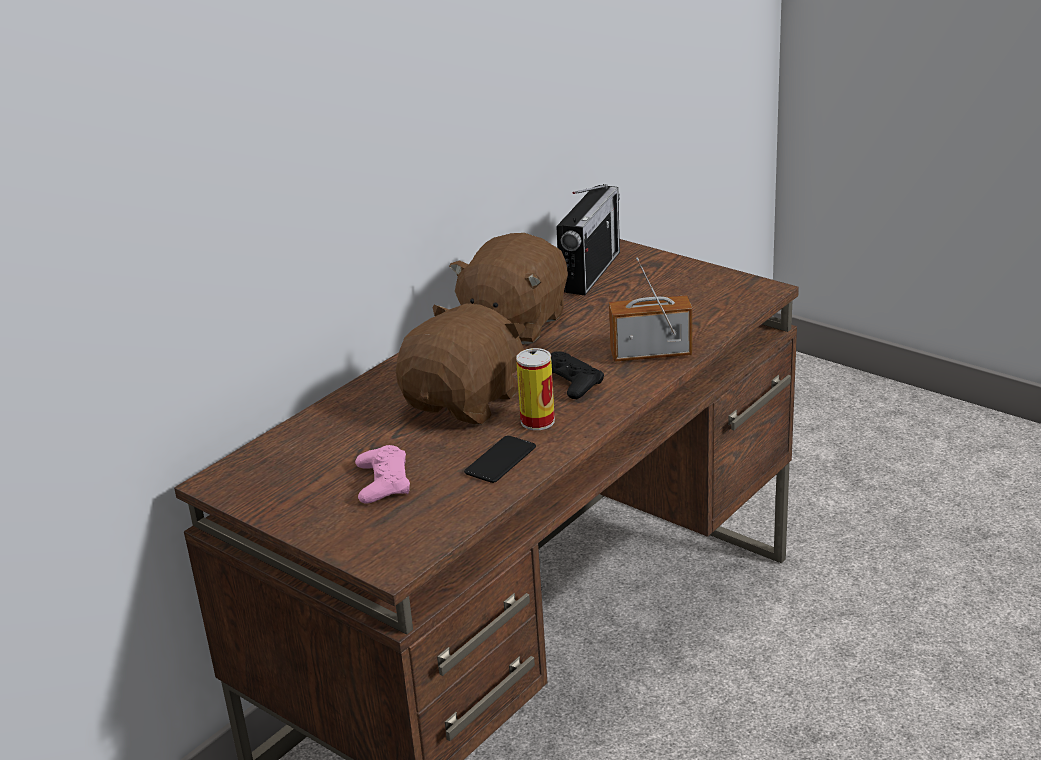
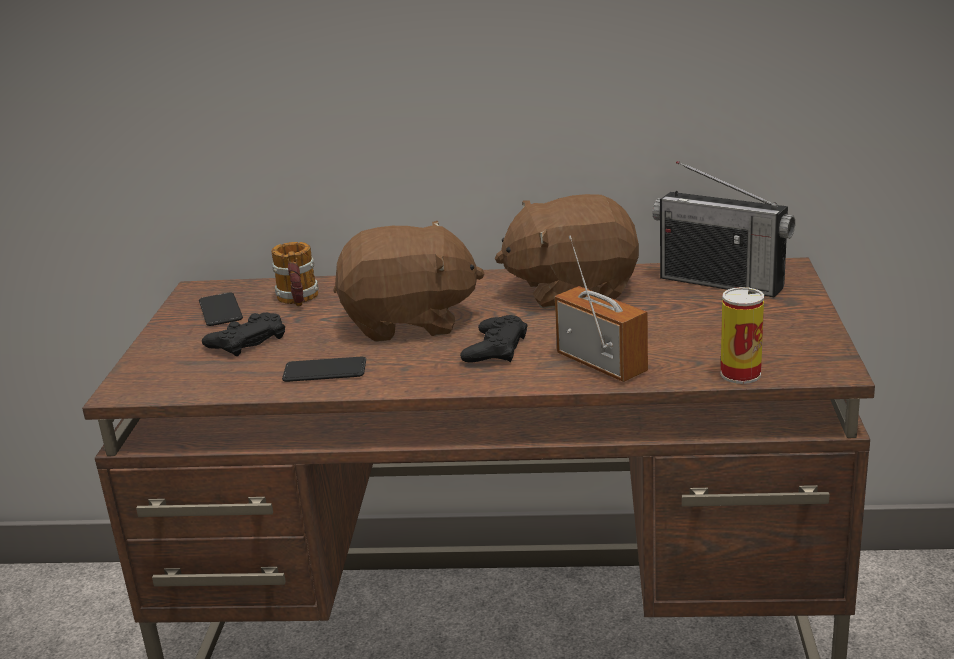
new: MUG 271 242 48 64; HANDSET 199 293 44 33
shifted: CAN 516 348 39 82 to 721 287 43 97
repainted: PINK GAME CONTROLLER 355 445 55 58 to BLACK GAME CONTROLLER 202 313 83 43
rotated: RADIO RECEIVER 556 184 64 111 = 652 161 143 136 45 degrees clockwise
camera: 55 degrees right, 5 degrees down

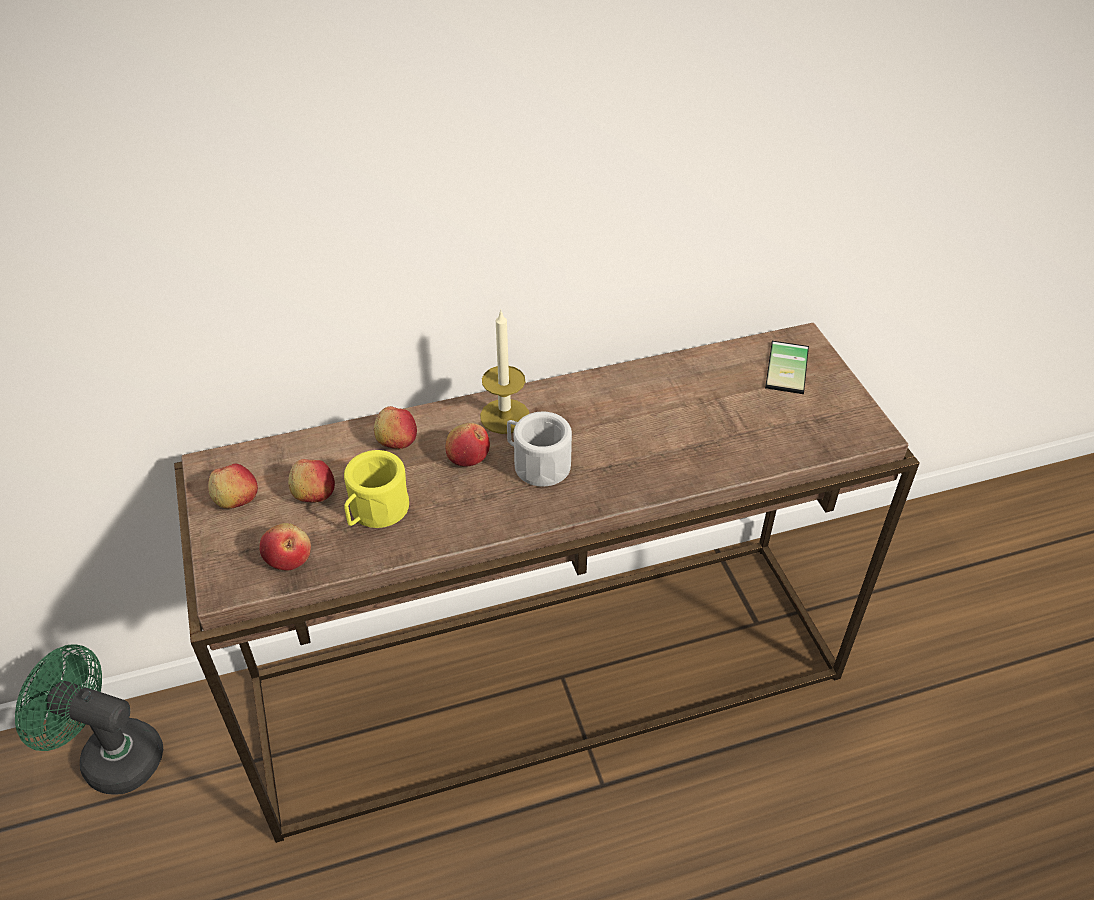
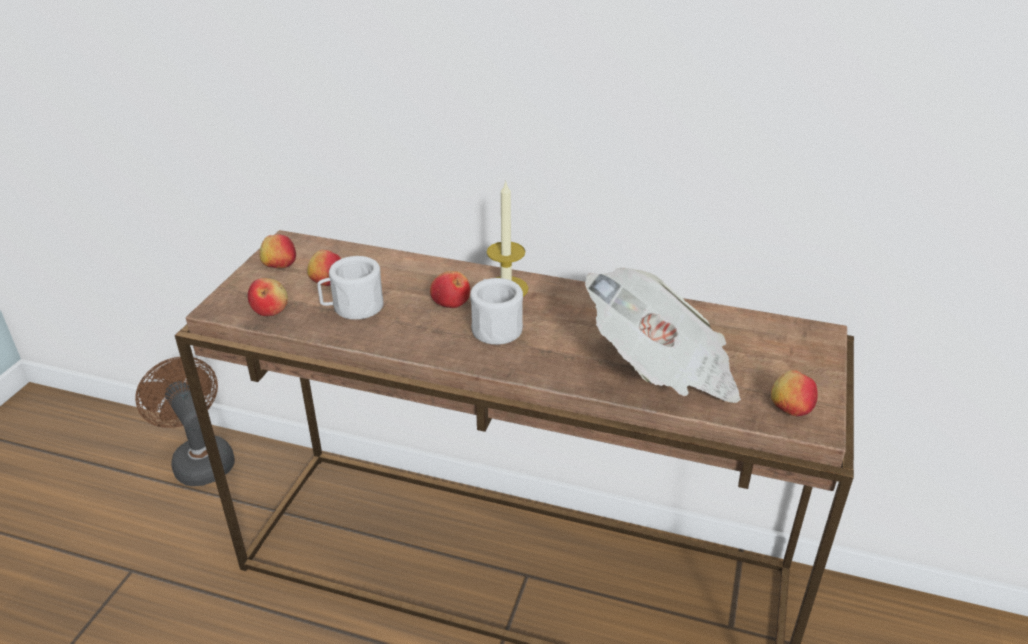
gone: HANDSET 765 341 50 53
new: DAILY PAPER 585 268 156 135
shifted: WHOLE APPLE 374 406 43 43 to 771 370 47 46
repainted: YELLOW-COLOURED MUG 344 450 65 78 to WHITISH MUG 317 256 66 64; GREEN-COLOURED ELECTRIC FAN 15 644 148 151 to BROWN ELECTRIC FAN 135 357 100 129
camera: 35 degrees right, 10 degrees down

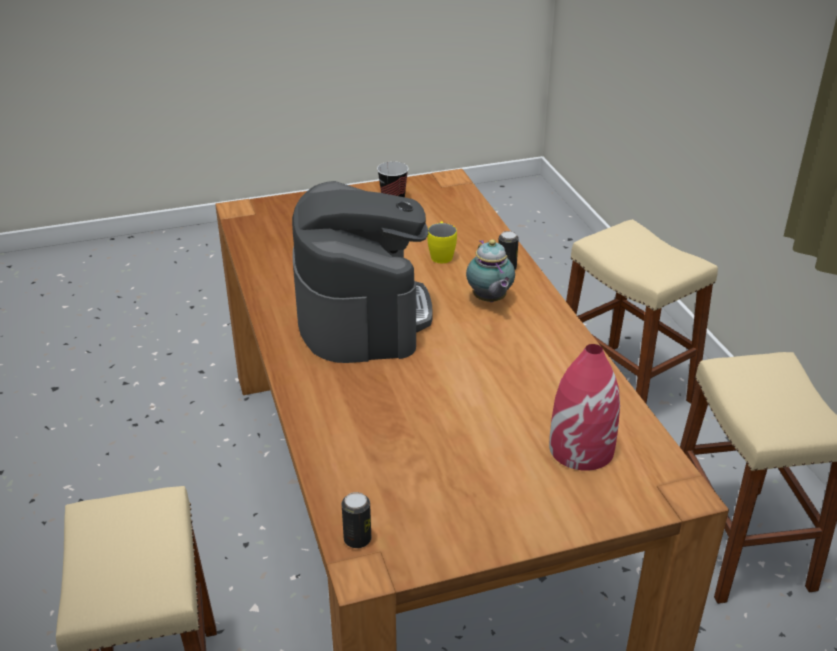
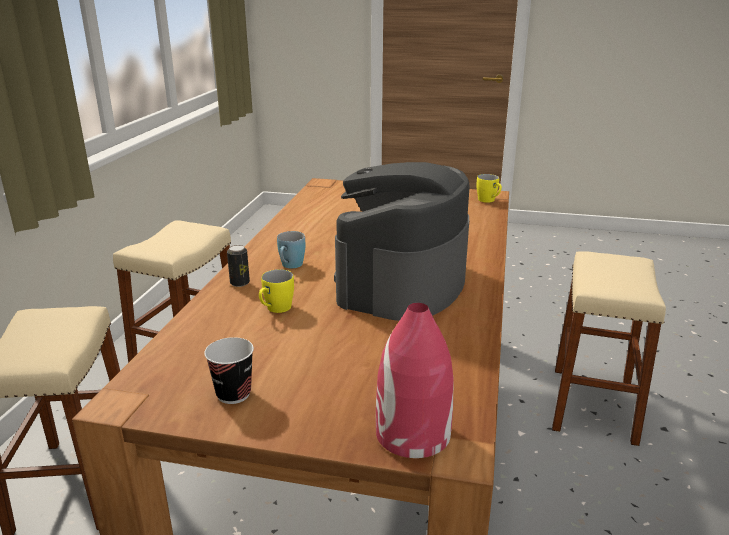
shifted: REDDISH FLOWER VASE 549 344 71 127 to 376 303 78 155
swapped: POT FOR TEA 466 239 49 63 to BLUE MUG 277 231 28 37; CAN 342 492 29 56 to YELLOW-COLOURED MUG 477 174 25 29
camera: 150 degrees left, 10 degrees down

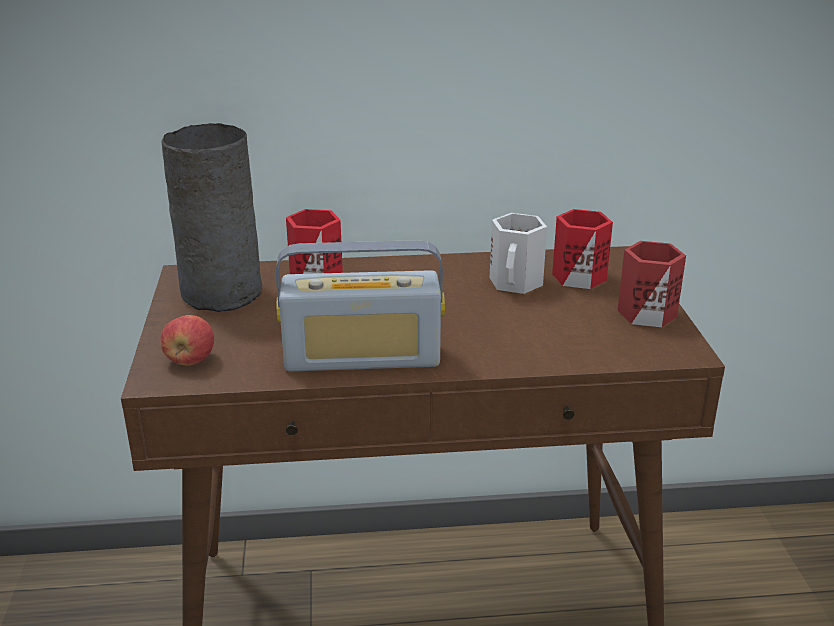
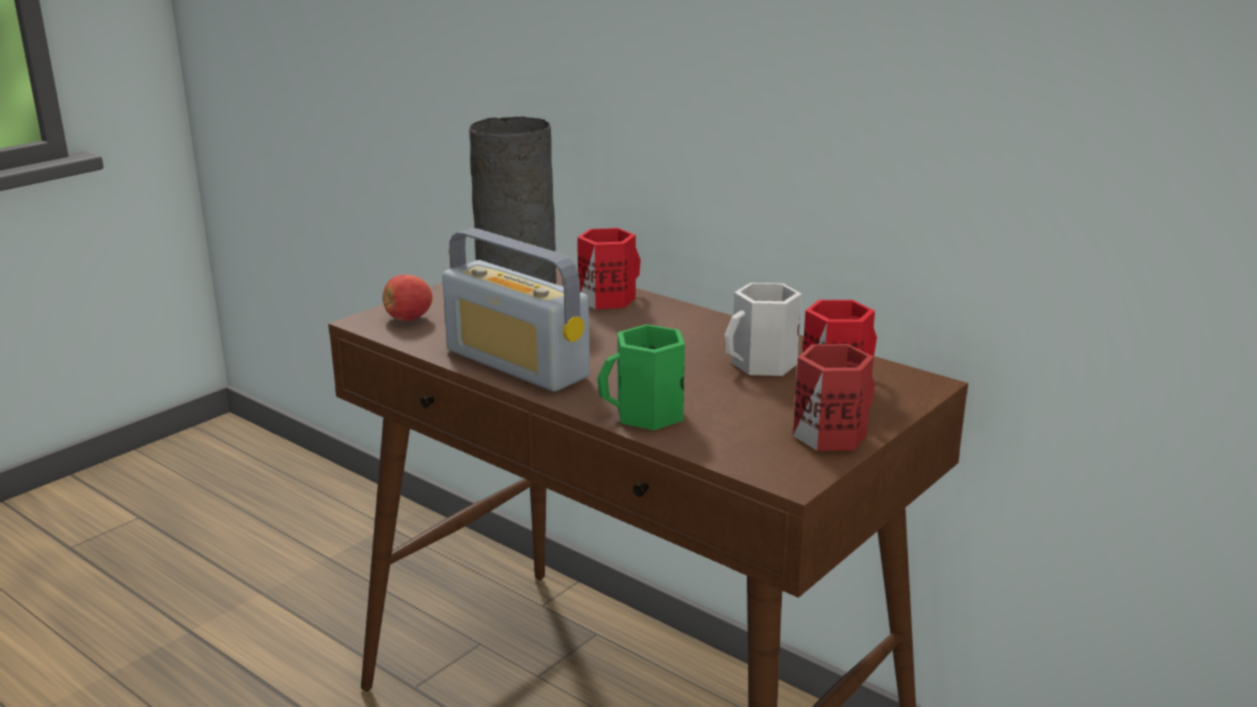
new: GREEN-COLOURED MUG 597 324 88 106
camera: 45 degrees right, 5 degrees down

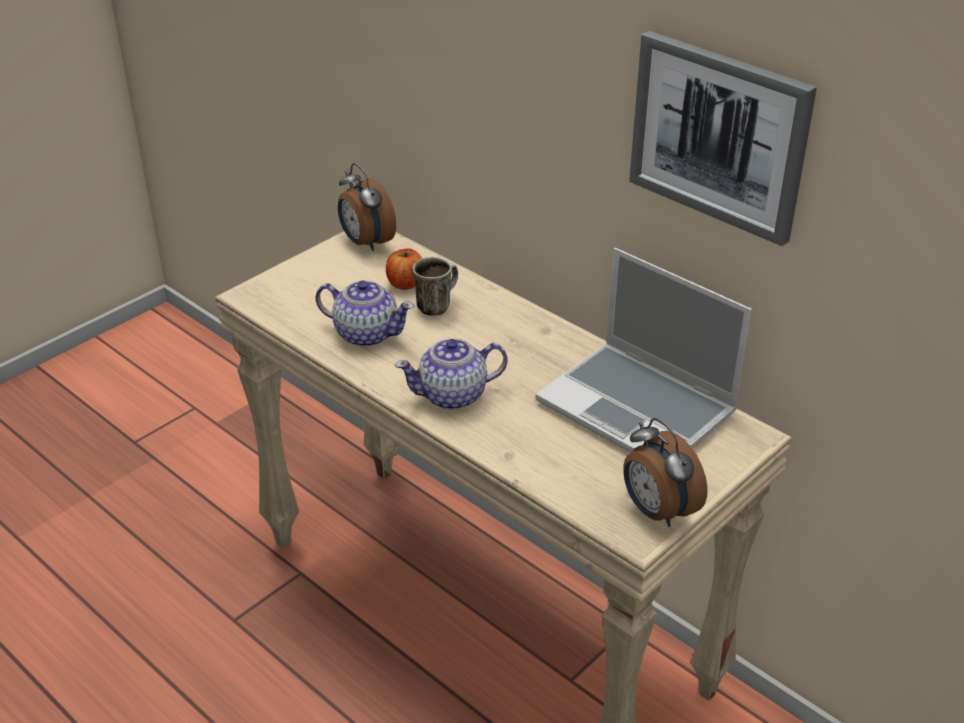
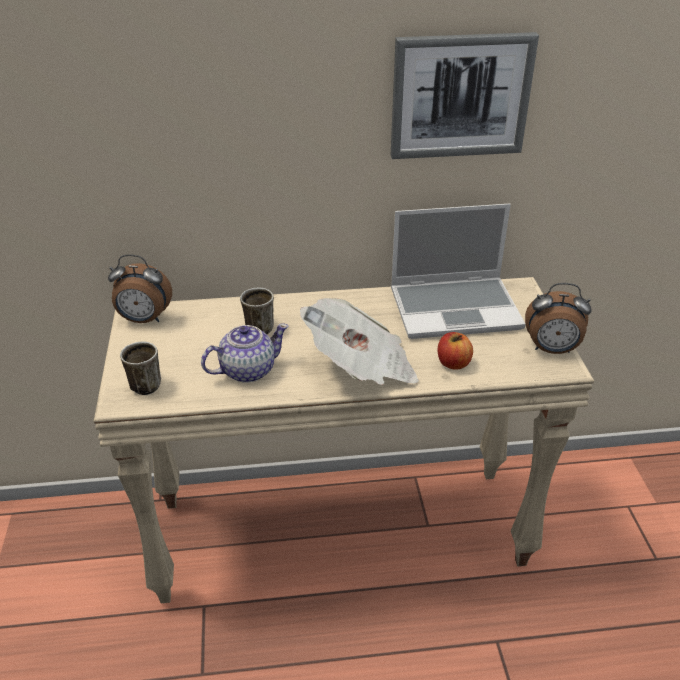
new: MUG 120 341 41 54
shifted: WHOLE APPLE 386 249 36 41 to 437 332 36 38
swapped: POT FOR TEA 395 338 113 72 to DAILY PAPER 300 298 119 87
camera: 50 degrees left, 0 degrees up

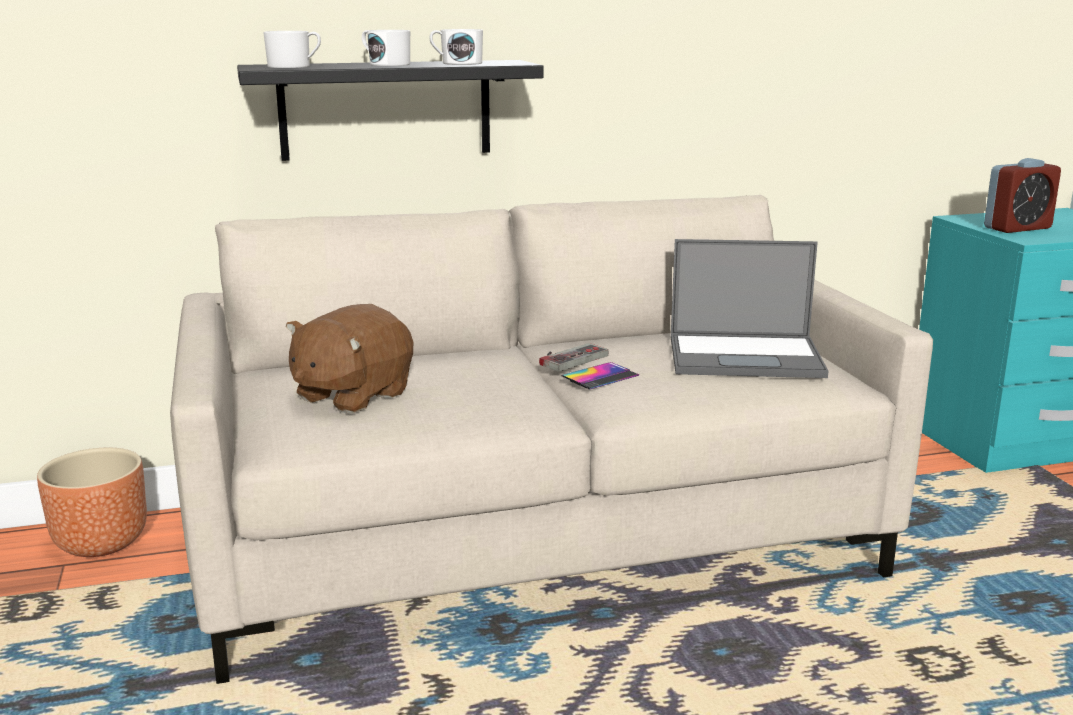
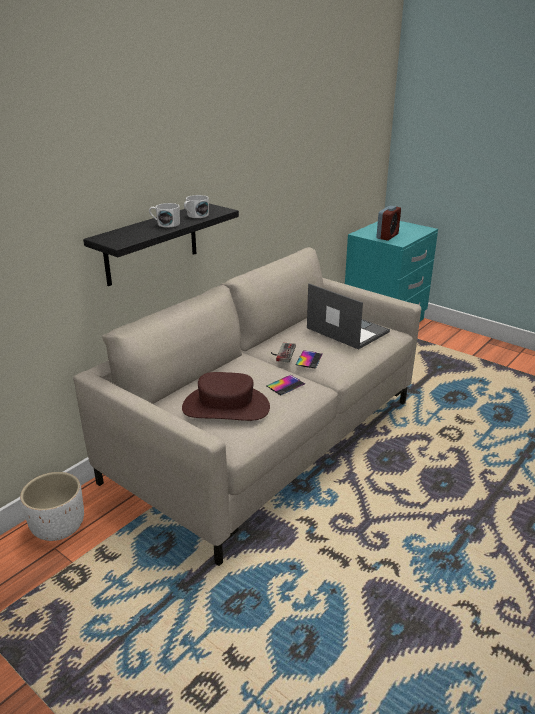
gone: WHITISH MUG 264 31 57 37
new: HANDSET 266 375 39 20
swapped: BROWN PLUSH TOY 286 304 127 110 to BROWN WEARABLE HAT 182 372 88 49
repainted: BROWN PLANTER 37 448 110 109 to WHITISH PLANTER 20 472 64 69
rotated: LAPTOP 671 239 157 139 = 307 283 83 66 105 degrees counterclockwise
camera: 35 degrees left, 10 degrees up

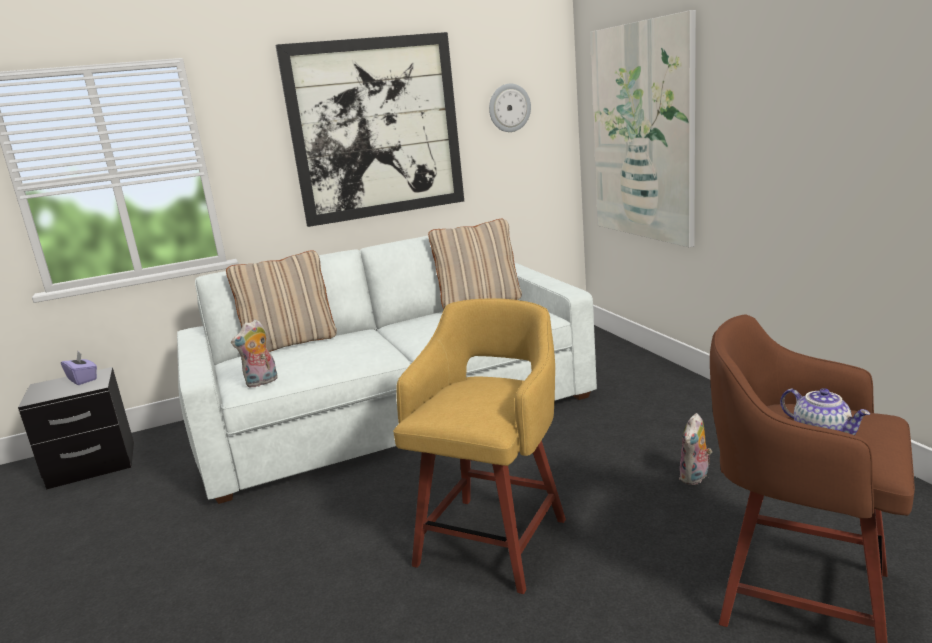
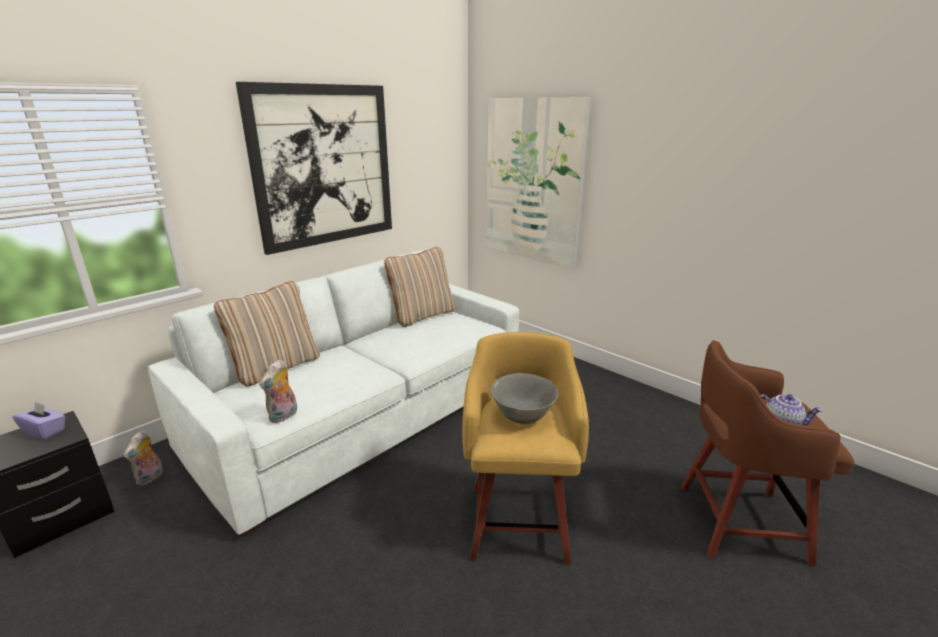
gone: CLOCK ON THE WALL 489 83 42 49
new: GREYISH DEEP DISH 491 373 67 51
shifted: PLUSH TOY 679 413 33 72 to 124 431 39 55
camera: 25 degrees left, 5 degrees up

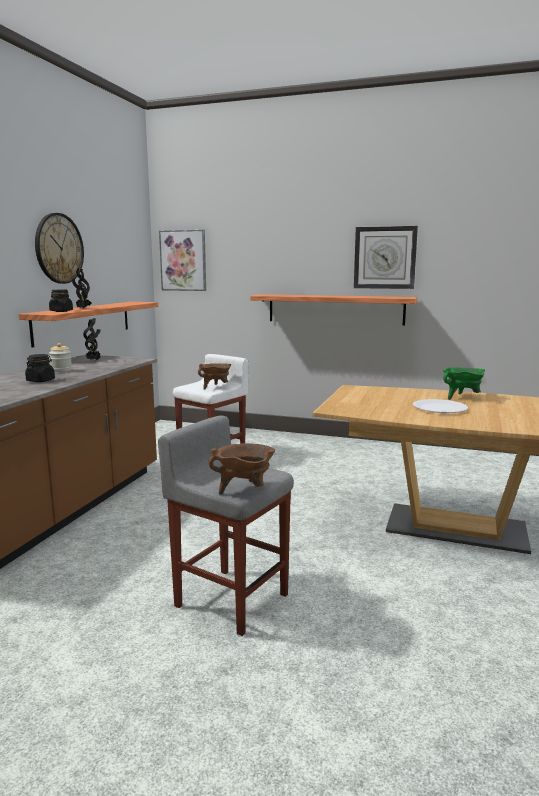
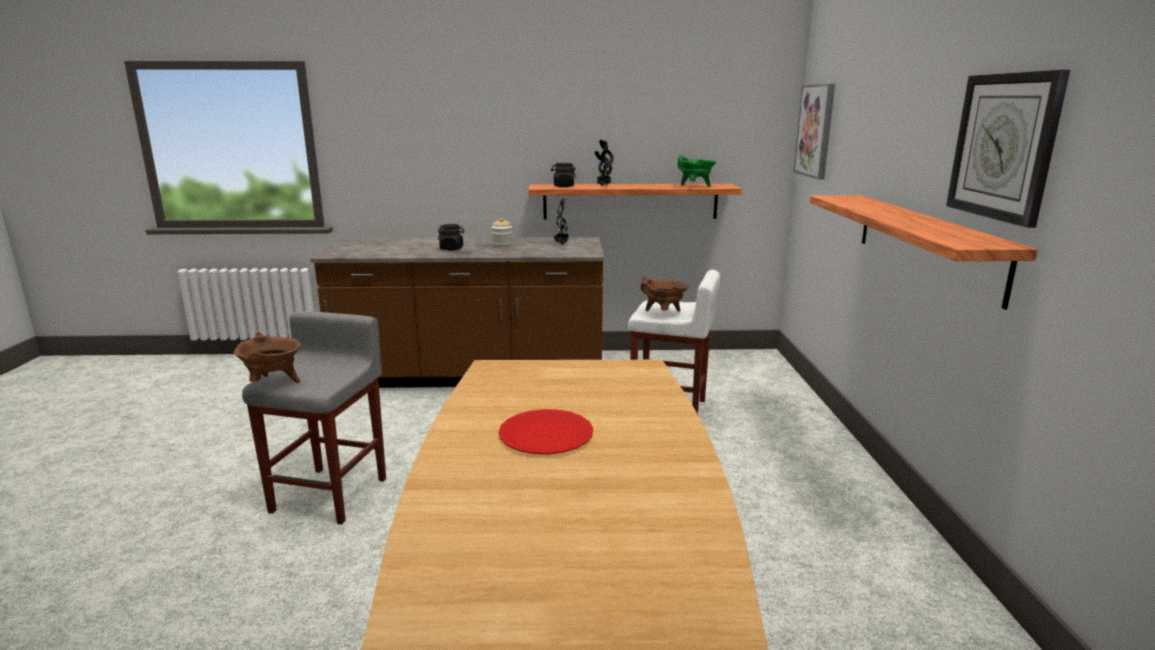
gone: CLOCK ON THE WALL 35 213 49 71
shifted: GREEN-COLOURED STOCKPOT 443 367 42 33 to 677 155 40 31
repainted: WHITISH FLAT DISH 413 399 55 14 to REDDISH FLAT DISH 498 409 95 45
camera: 70 degrees right, 5 degrees up

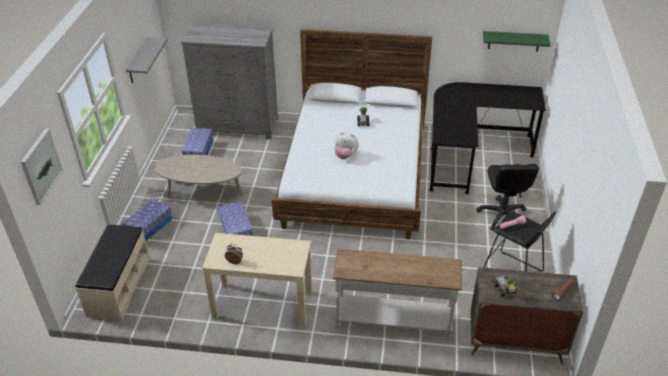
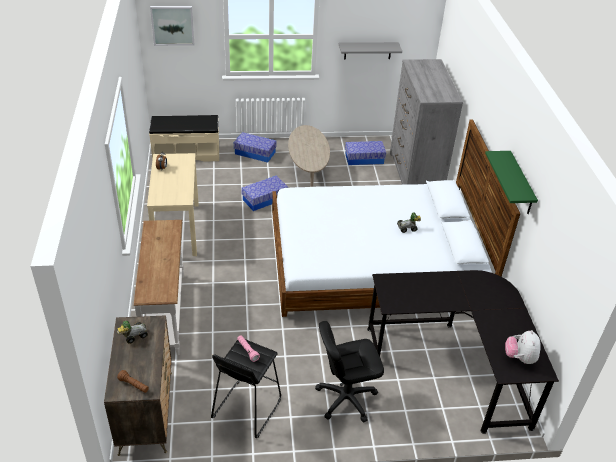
shifted: GREEN-COLOURED WALL SHELF 483 31 67 20 to 485 151 53 63; PLUSH TOY 334 132 25 27 to 505 330 36 34
camera: 75 degrees right, 0 degrees up

